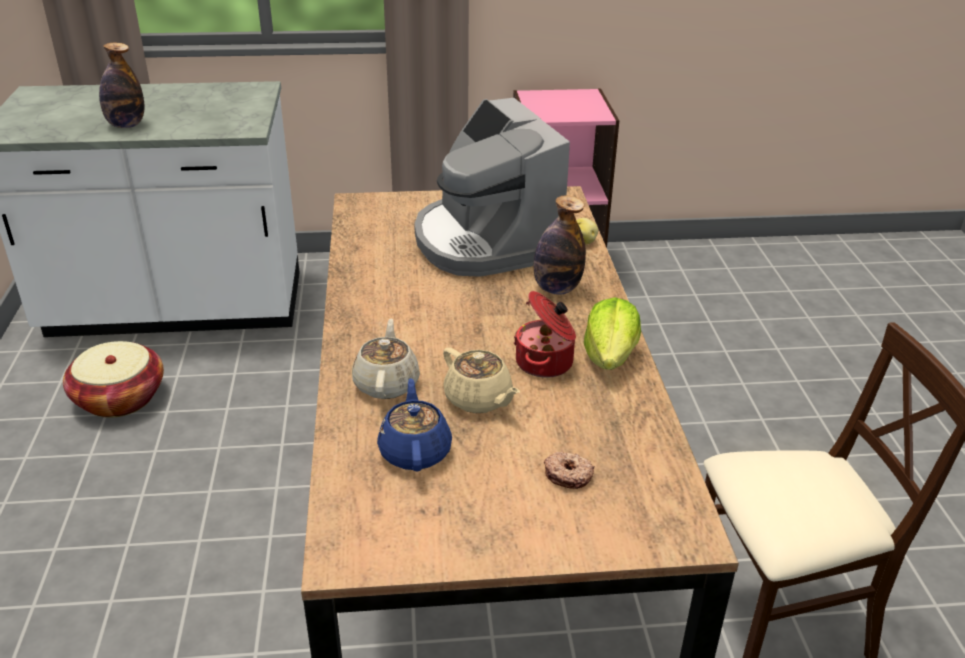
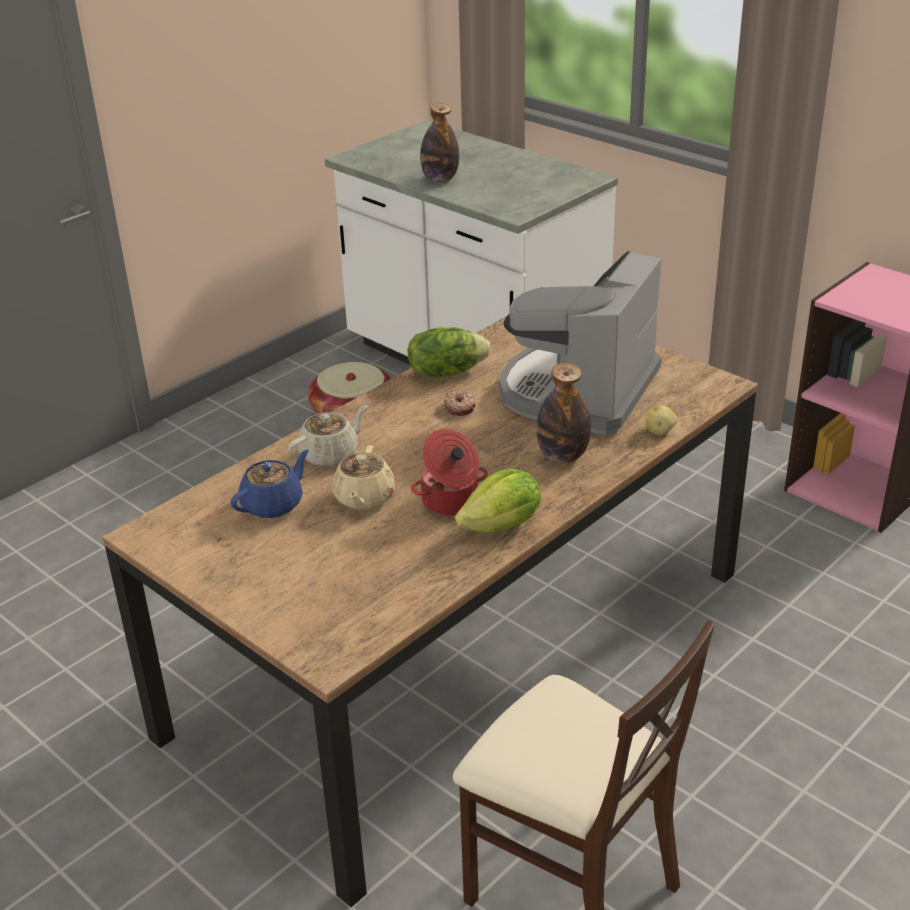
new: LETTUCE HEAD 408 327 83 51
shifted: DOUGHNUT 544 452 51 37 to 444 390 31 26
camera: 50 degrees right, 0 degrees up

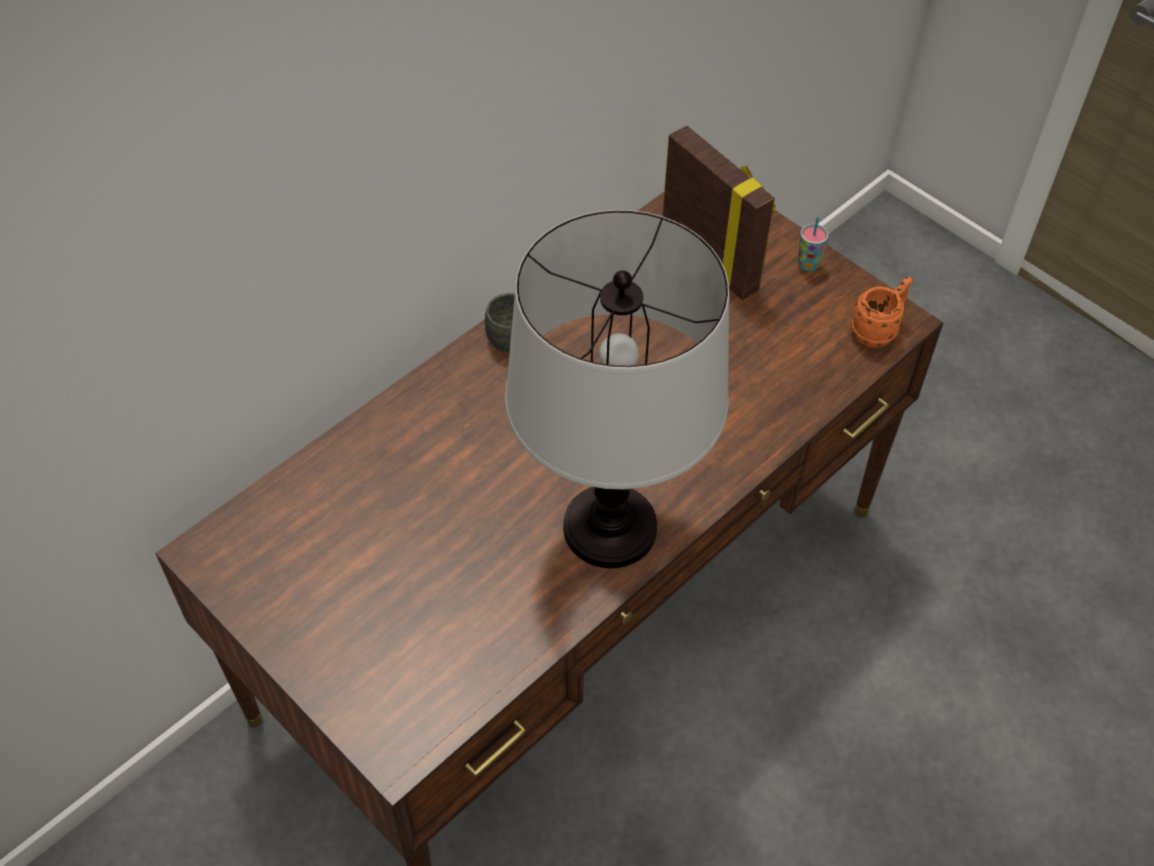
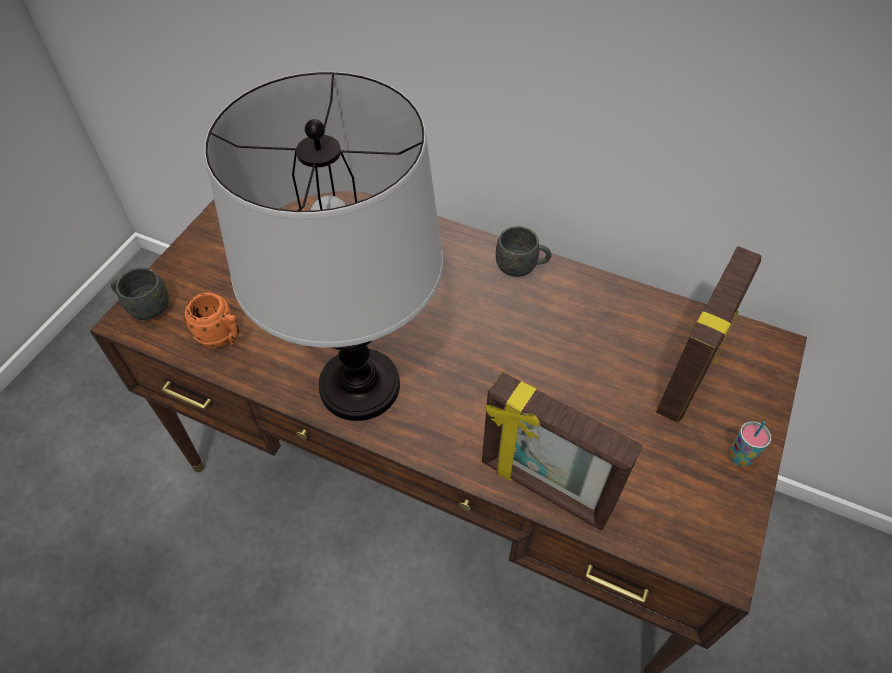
new: GREYISH MUG 111 267 58 53; STANDING FRAME 482 372 161 159
shifted: ORANGEY MUG 851 277 62 71 to 184 292 55 56
camera: 70 degrees right, 0 degrees up

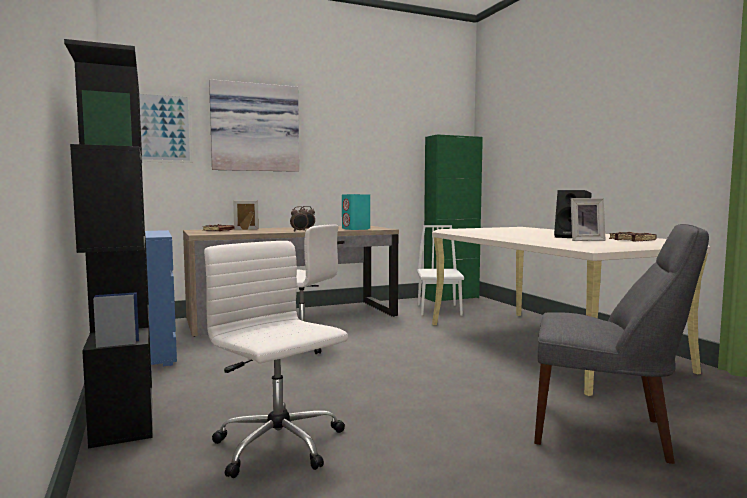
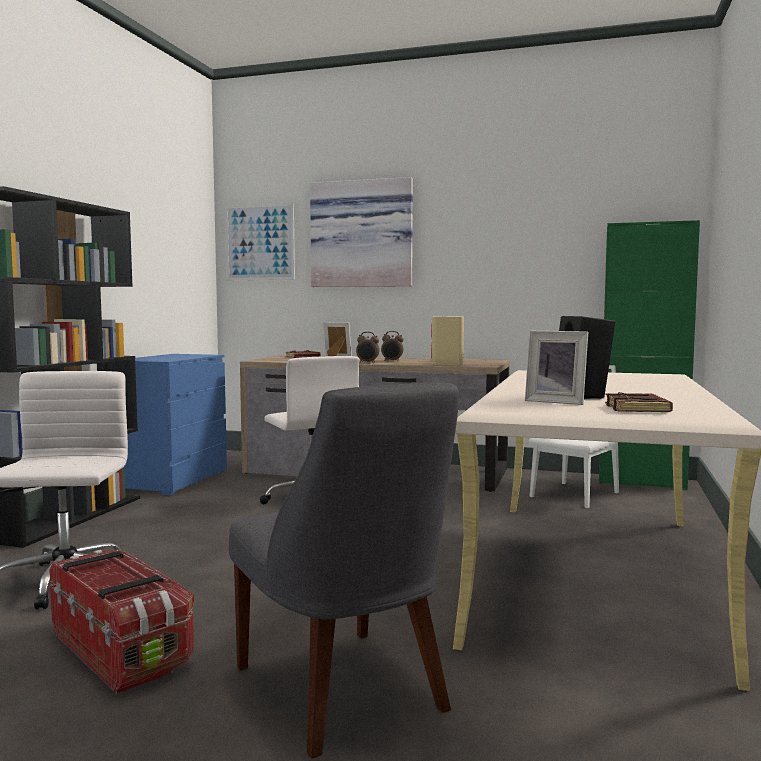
new: STORAGE BIN 49 550 145 144
repainted: BLUE-GREEN SPEAKER 342 194 28 36 to BEIGE-COLOURED SPEAKER 431 316 33 49
camera: 40 degrees right, 0 degrees up

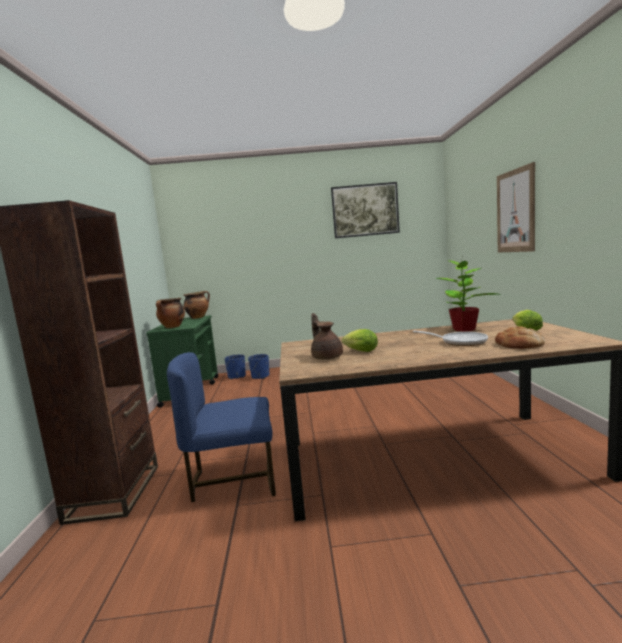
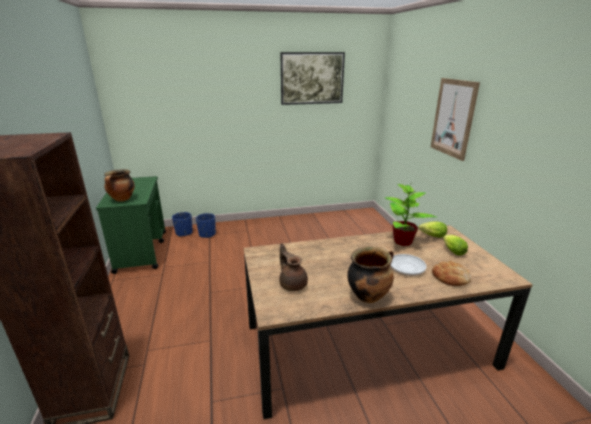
gone: BLUE UPRIGHT CHAIR 167 352 109 150
shifted: STOCKPOT 184 291 26 28 to 347 246 47 57; LETTUCE HEAD 342 329 36 23 to 418 221 29 17
camera: 10 degrees left, 15 degrees up

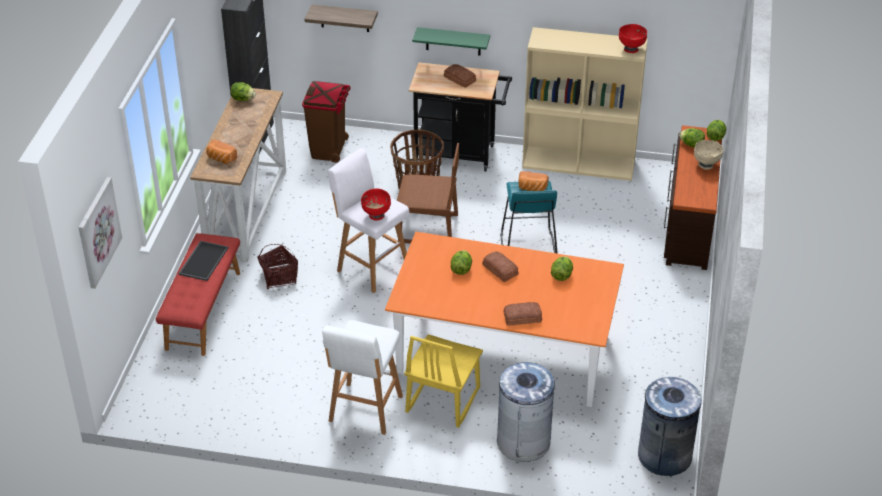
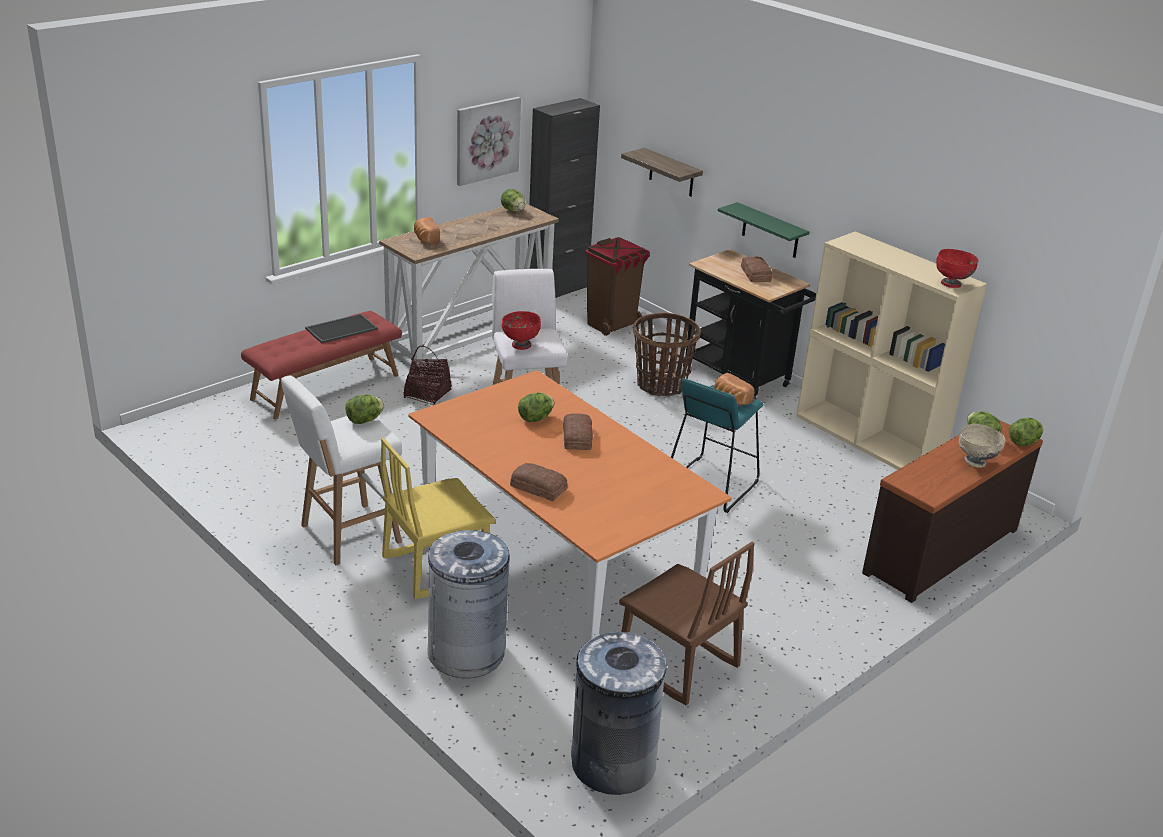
shifted: BROWN UPRIGHT CHAIR 397 143 62 101 to 619 541 136 164; PICTURE 78 177 44 112 to 457 97 64 89; LETTUCE HEAD 551 256 22 25 to 345 394 40 30
camera: 35 degrees right, 10 degrees down

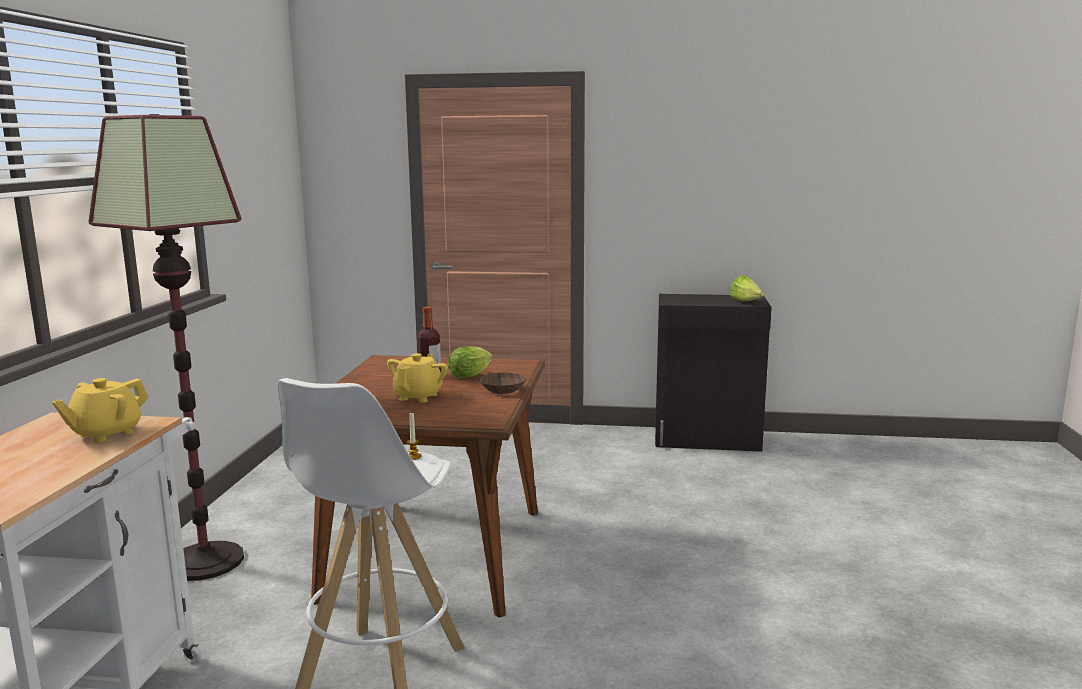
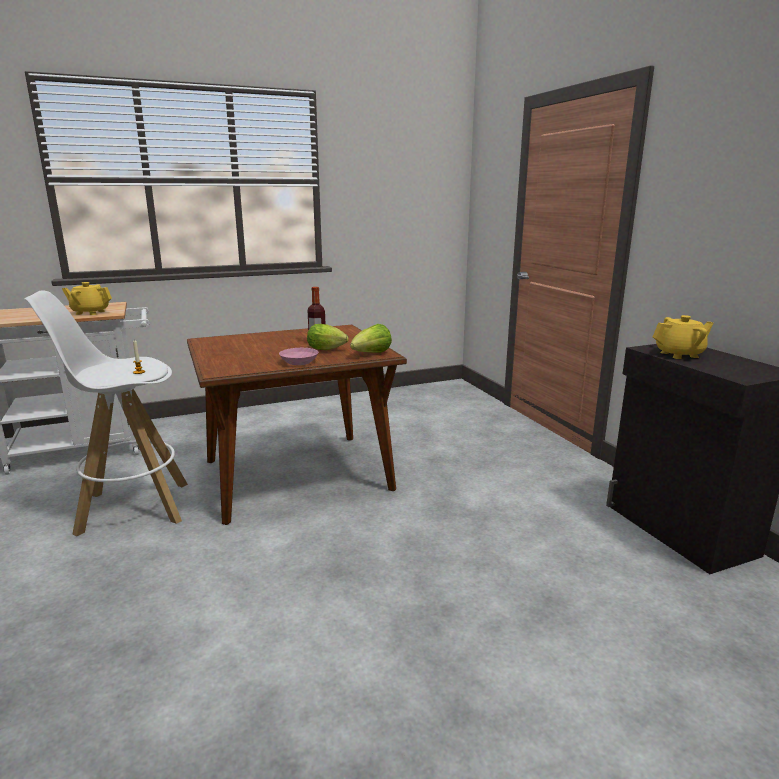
gone: STANDARD LAMP 88 114 156 467
shifted: LETTUCE HEAD 730 275 35 27 to 350 324 42 29; YELLOW-COLOURED POT FOR TEA 387 353 61 50 to 653 315 60 44
repainted: BROWN DEEP DISH 480 373 46 21 to PINK DEEP DISH 279 348 40 17
camera: 60 degrees right, 5 degrees up

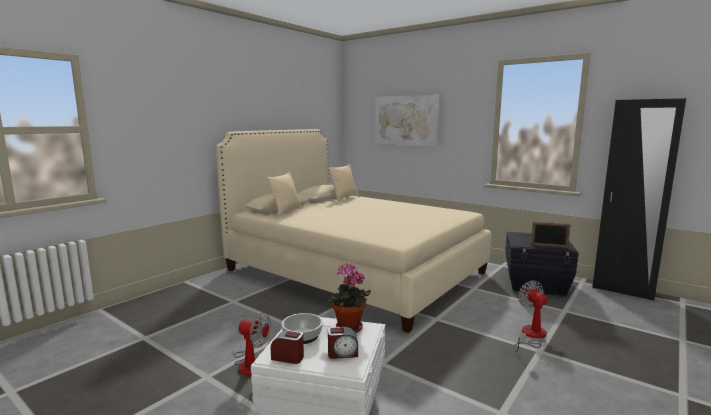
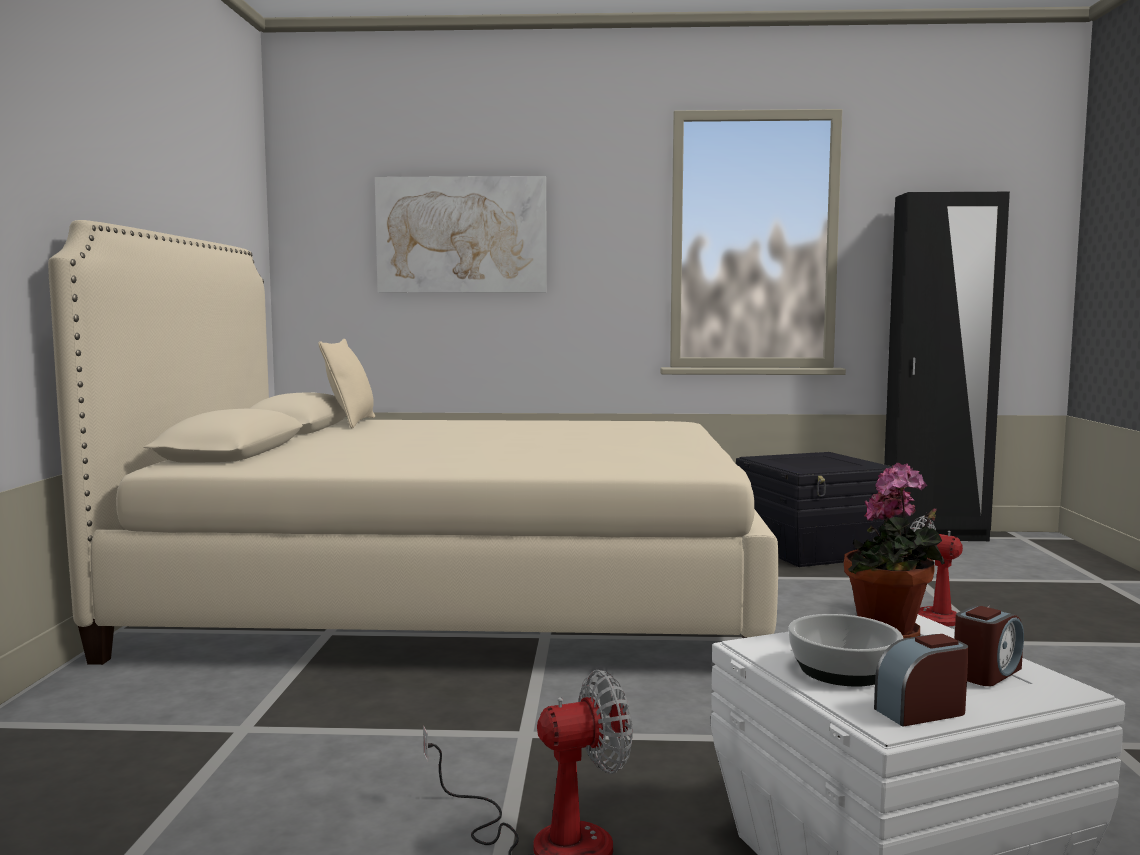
gone: BEIGE-COLOURED PILLOW 266 172 36 45; STANDING FRAME 531 222 40 26
camera: 35 degrees left, 5 degrees down

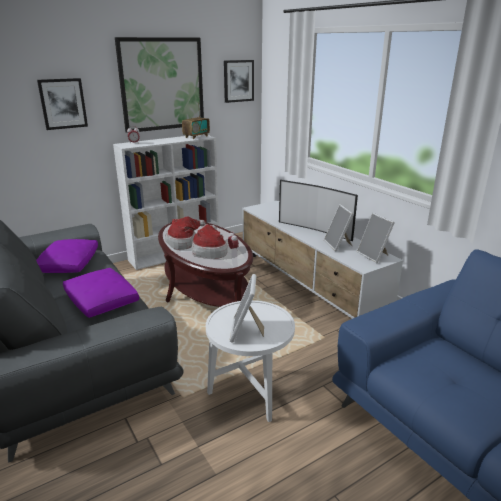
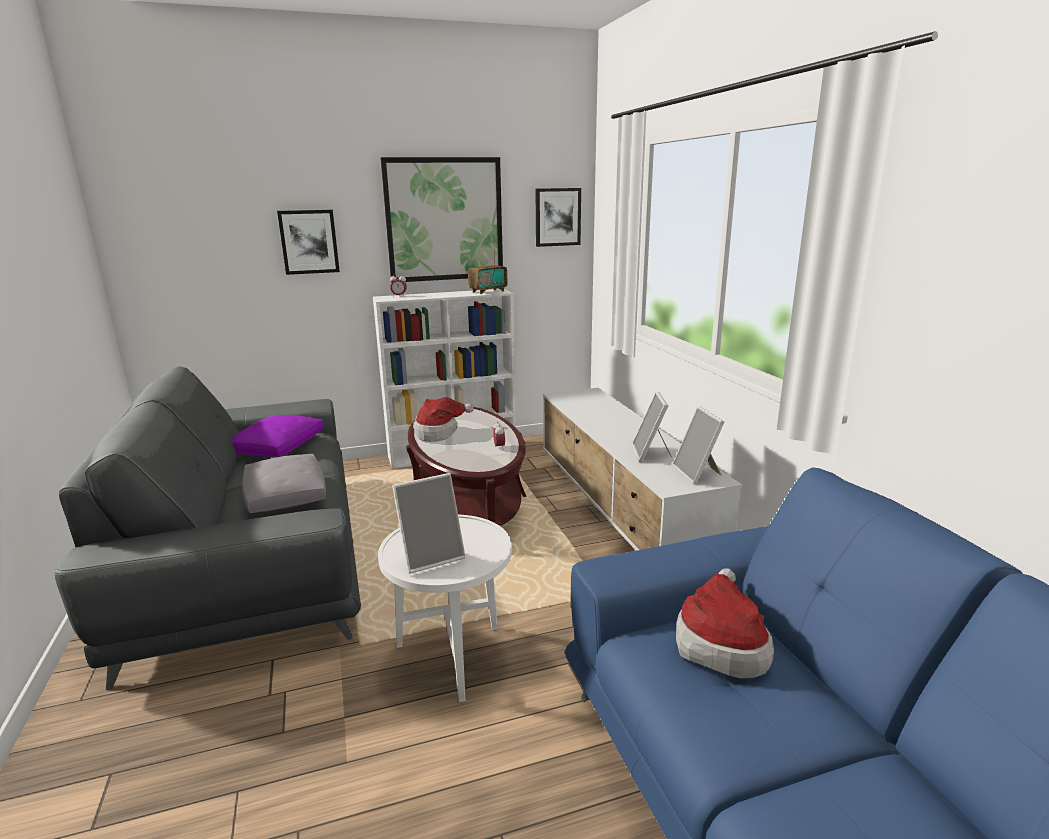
gone: TELEVISION 279 180 79 61
shifted: WEARABLE HAT 192 224 36 35 to 676 568 98 111
repainted: PURPLE-COLOURED PILLOW 63 268 76 50 to GREYISH PILLOW 242 454 84 59
rotated: STANDING FRAME 230 274 34 69 = 392 473 74 101 135 degrees counterclockwise
camera: 15 degrees right, 5 degrees down

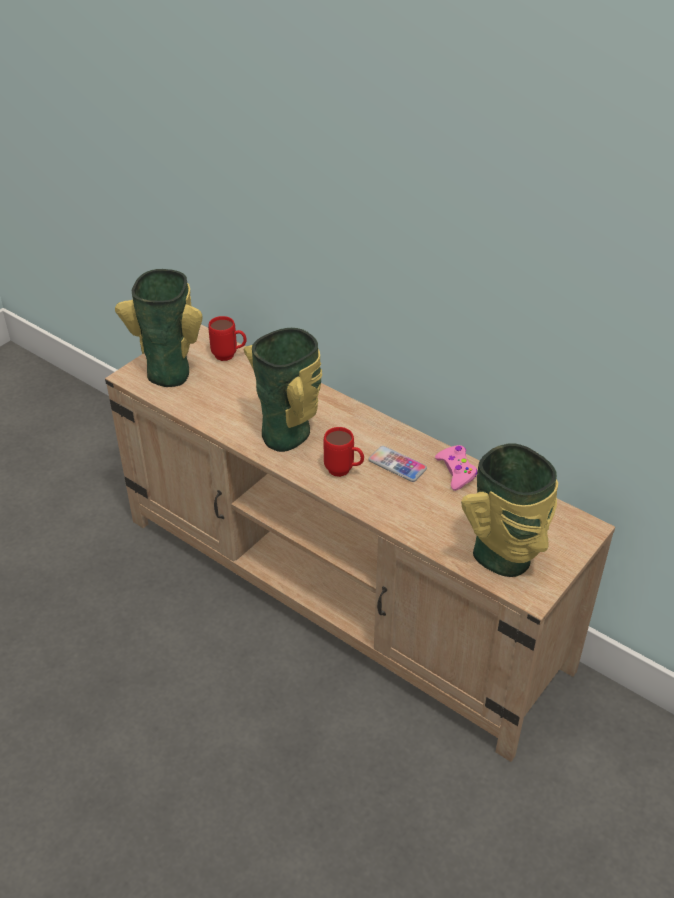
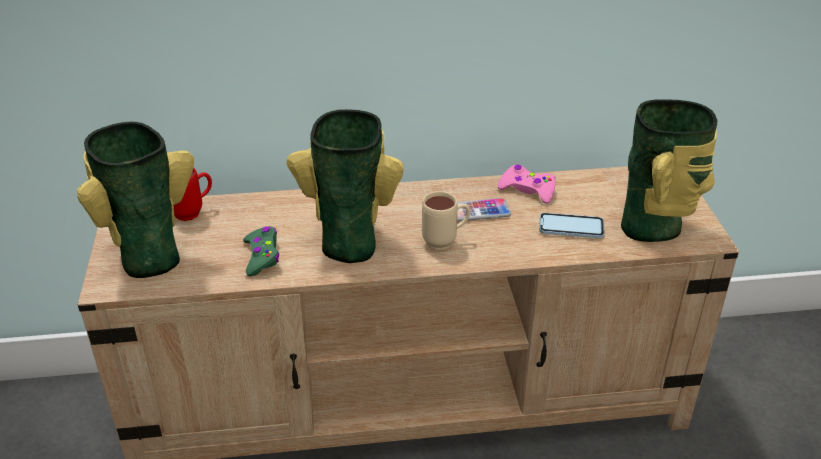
new: HANDSET 539 213 66 25; GREEN-COLOURED GAME CONTROLLER 243 226 36 50
repainted: REDDISH MUG 324 427 40 50 to BEIGE-COLOURED MUG 422 191 48 59
camera: 45 degrees left, 5 degrees down

